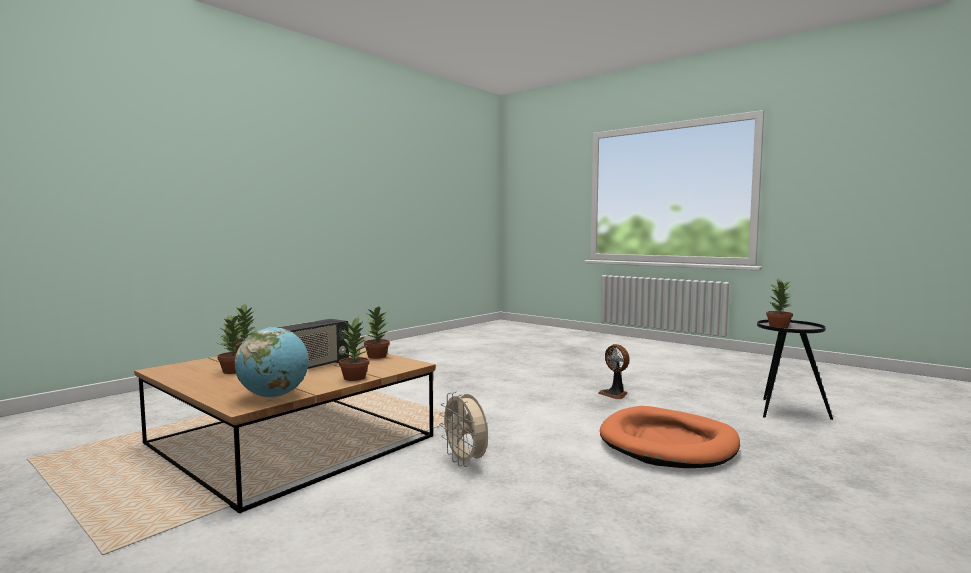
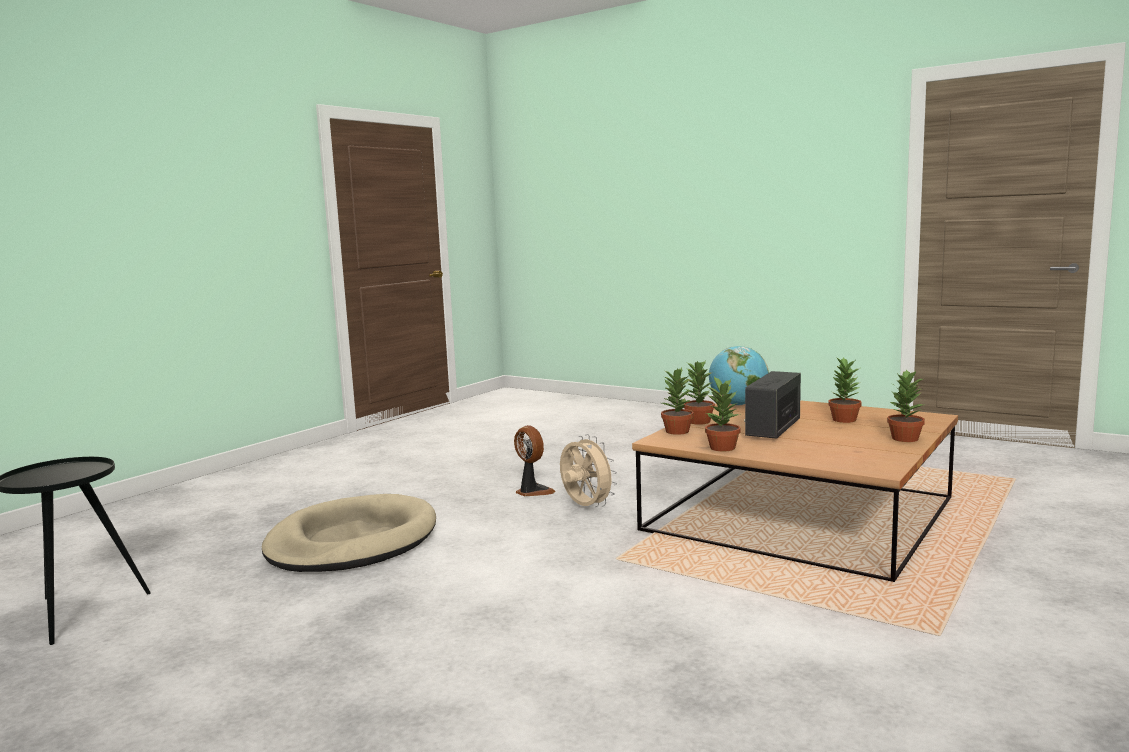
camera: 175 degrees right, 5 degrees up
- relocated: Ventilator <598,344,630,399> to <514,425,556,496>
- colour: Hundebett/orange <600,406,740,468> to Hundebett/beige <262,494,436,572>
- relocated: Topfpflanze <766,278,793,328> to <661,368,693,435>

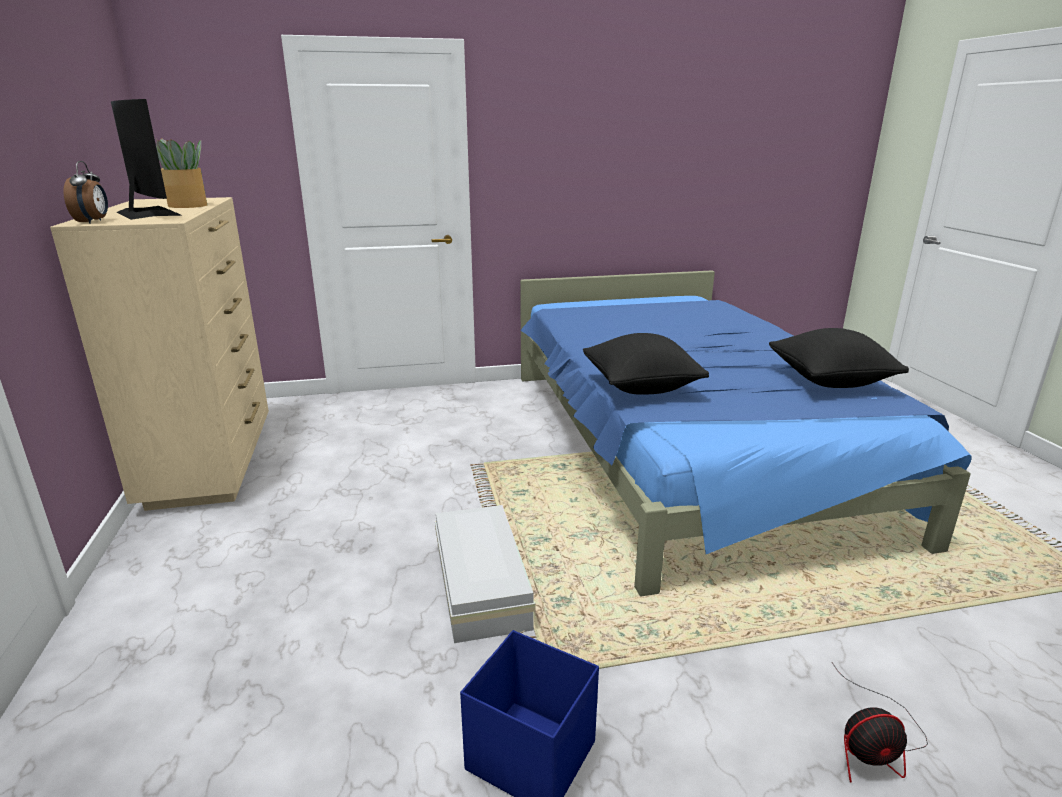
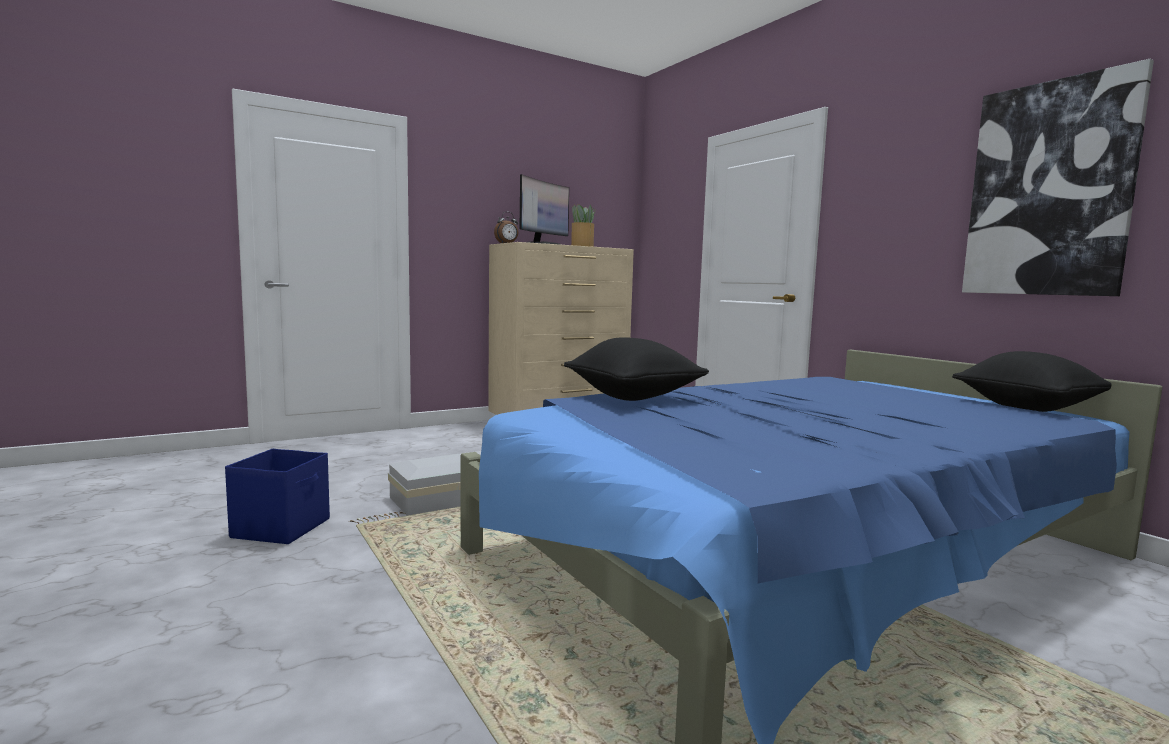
camera: 70 degrees right, 15 degrees down
- relocated: Kissen/schwarz <769,328,909,388> to <952,351,1112,412>
- missing: Ventilator <833,664,928,782>
- appeared: Bild <962,59,1154,296>

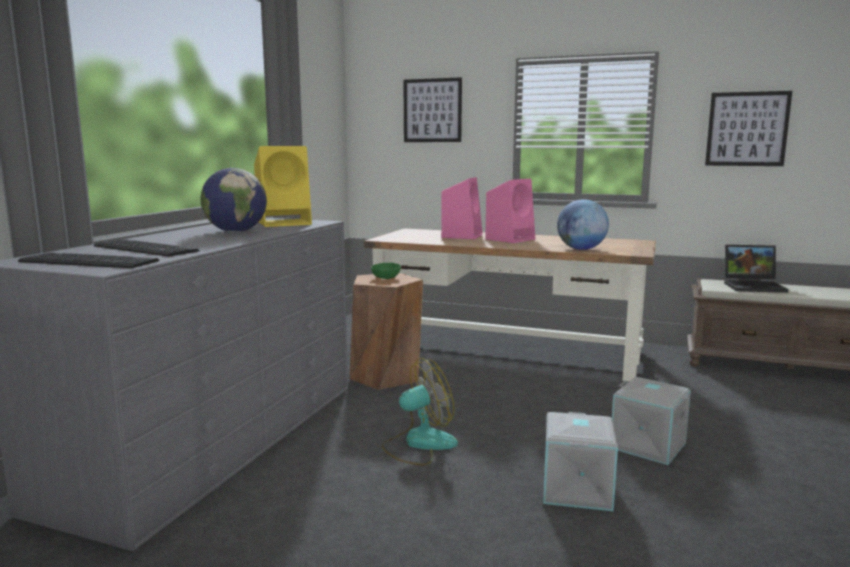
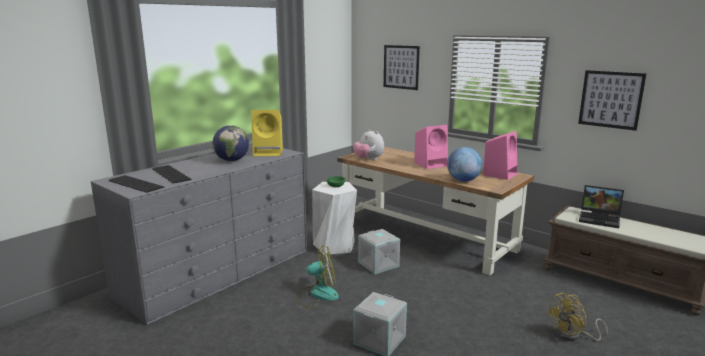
camera: 20 degrees right, 5 degrees up
- colour: Hocker/braun <350,273,423,390> to Hocker/weiß <312,182,357,255>
- relocated: Lautsprecher/rosa <441,177,483,239> to <483,131,518,180>
- relocated: Aufbewahrungsbox/grau <612,377,691,465> to <358,229,400,274>
- appeared: Plüschtier <353,129,384,160>
- appeared: Ventilator/gelb <547,293,608,341>

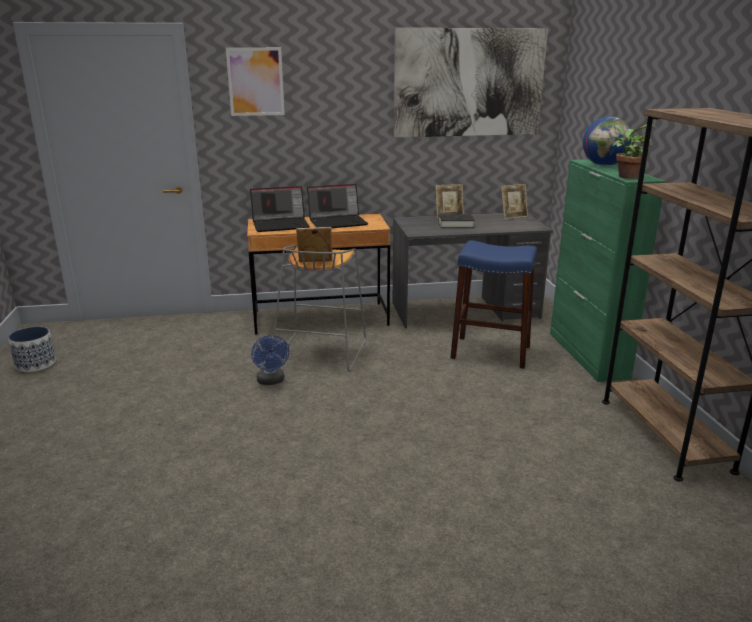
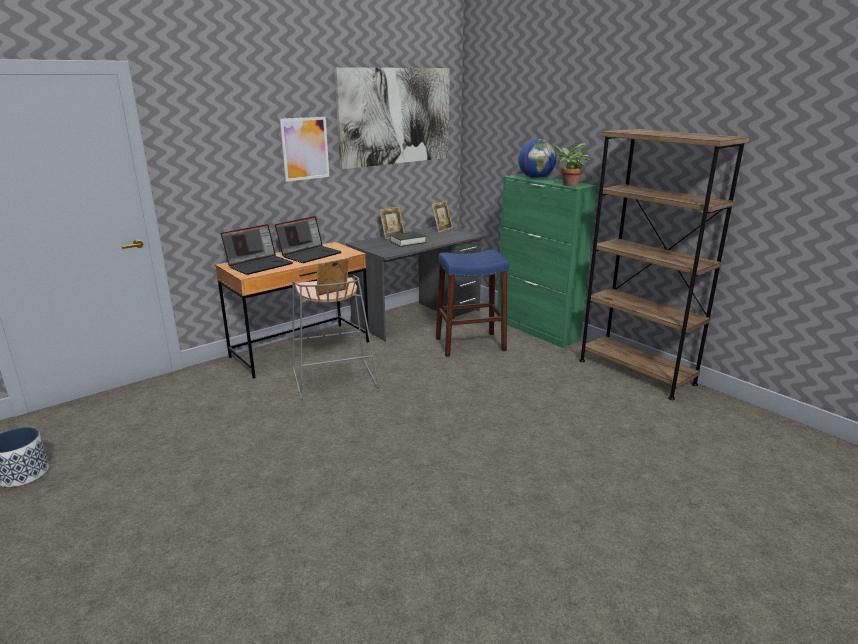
camera: 30 degrees left, 0 degrees up
- relocated: Bild <226,47,285,116> to <280,117,329,182>
- missing: Ventilator/blau <251,335,289,385>

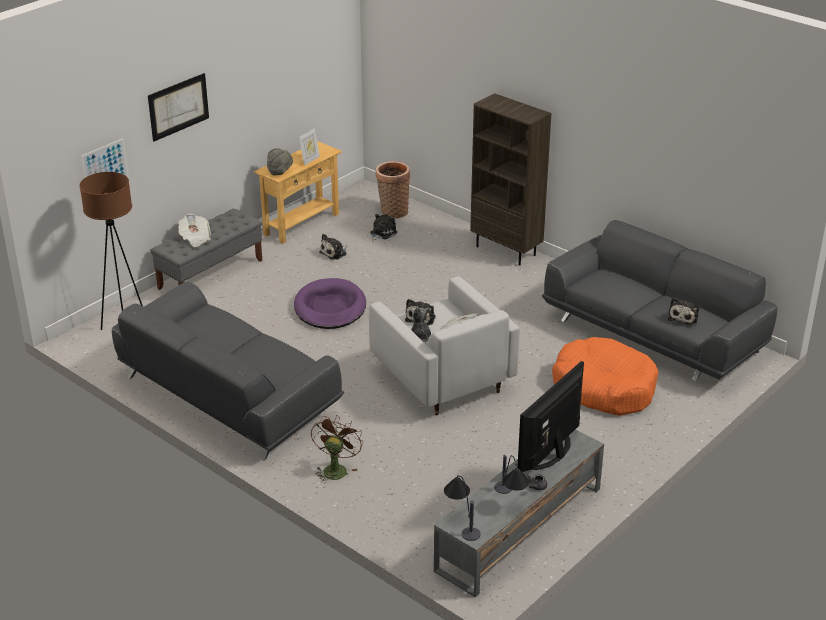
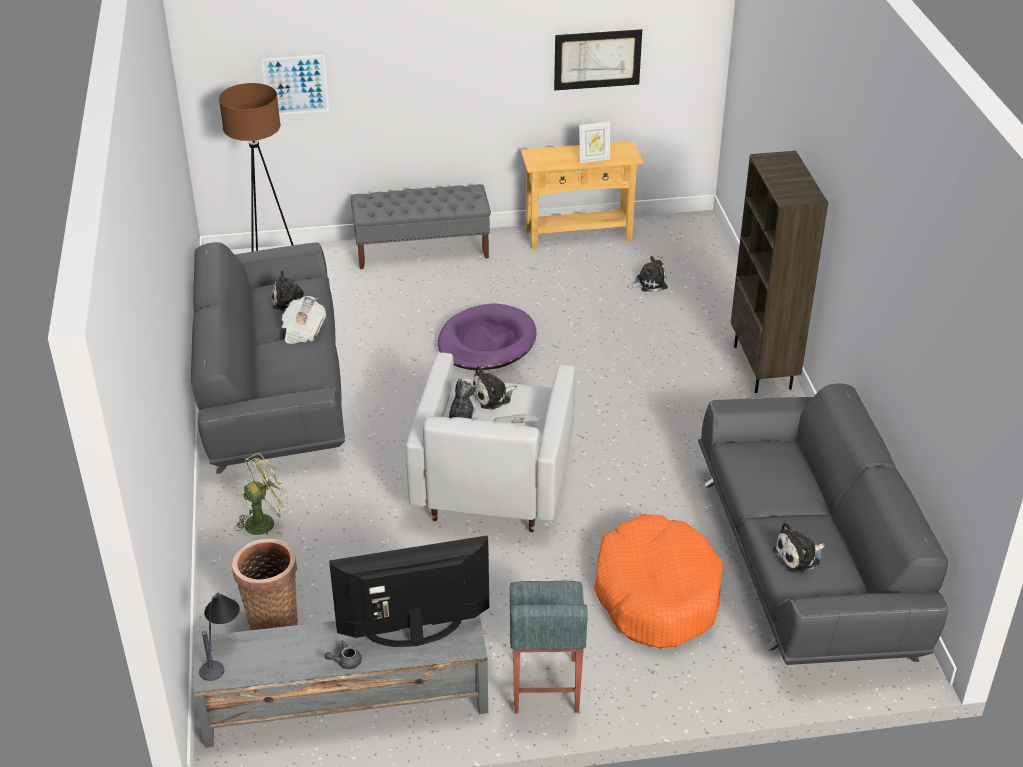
camera: 40 degrees right, 5 degrees up
- relocated: Bild <148,73,209,142> to <554,29,642,91>
- relocated: Zeitung <178,214,211,247> to <282,296,326,344>
- missing: Hut/grau <267,148,293,176>
- colour: Ventilator/braun <311,416,363,483> to Ventilator/grün <234,453,291,536>
- relocated: Plüschtier <319,234,347,260> to <272,270,318,311>
- relocated: Korb <376,161,410,218> to <232,539,298,630>
- missing: Tischlampe <495,455,529,494>
- appeared: Hocker/grau <510,581,588,713>

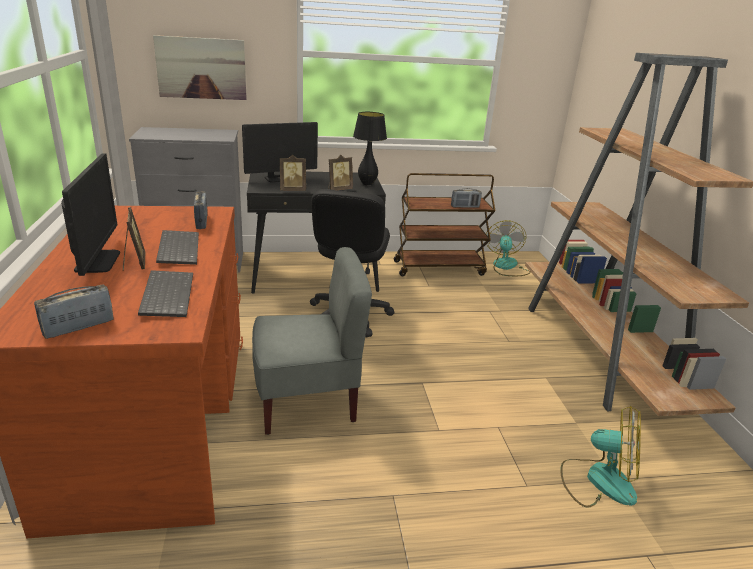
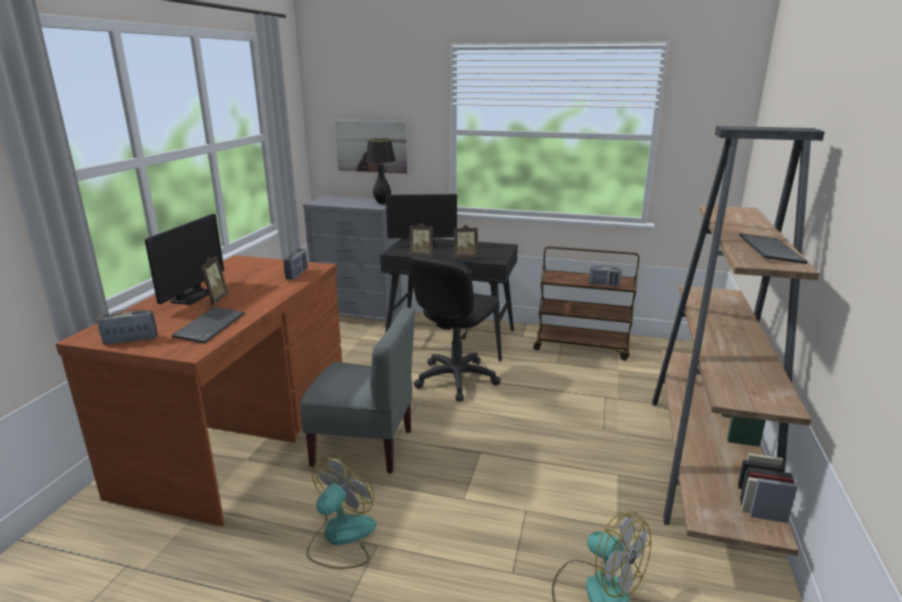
camera: 25 degrees right, 5 degrees down
- relocated: Tastatur <156,230,199,265> to <739,233,808,264>
- relocated: Tischlampe/schwarz <353,112,387,185> to <366,139,396,204>
- relocated: Ventilator <485,220,531,276> to <307,455,376,569>

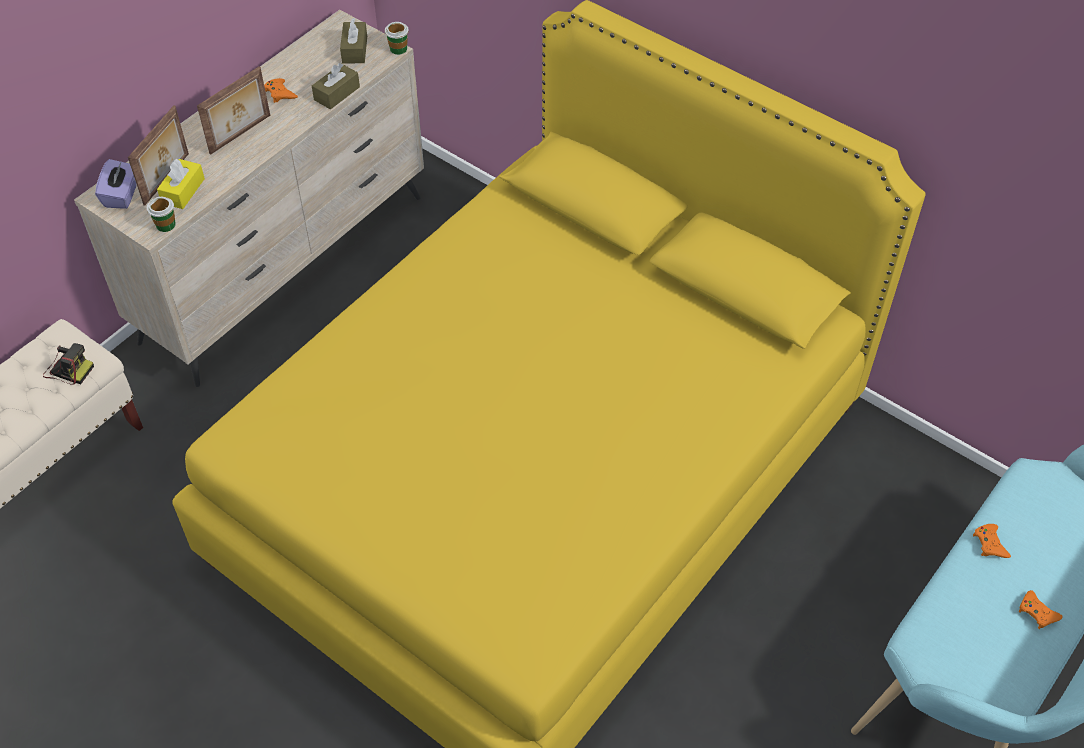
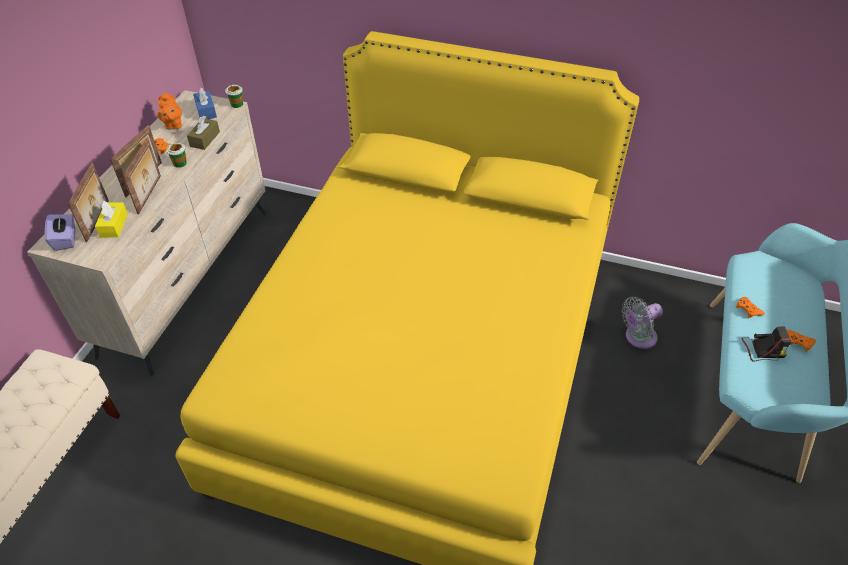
camera: 20 degrees left, 5 degrees down
- relocated: Kamera <43,343,94,385> to <742,326,791,362>
- relocated: Tasse <147,197,176,232> to <166,143,187,168>
- colour: Taschentuchbox/braun <340,18,367,63> to Taschentuchbox/blau <193,88,217,119>
- appeared: Bilderrahmen <123,138,161,214>
- appeared: Teekanne/orange <157,92,182,130>
- appeared: Ventilator/grau <622,297,663,349>

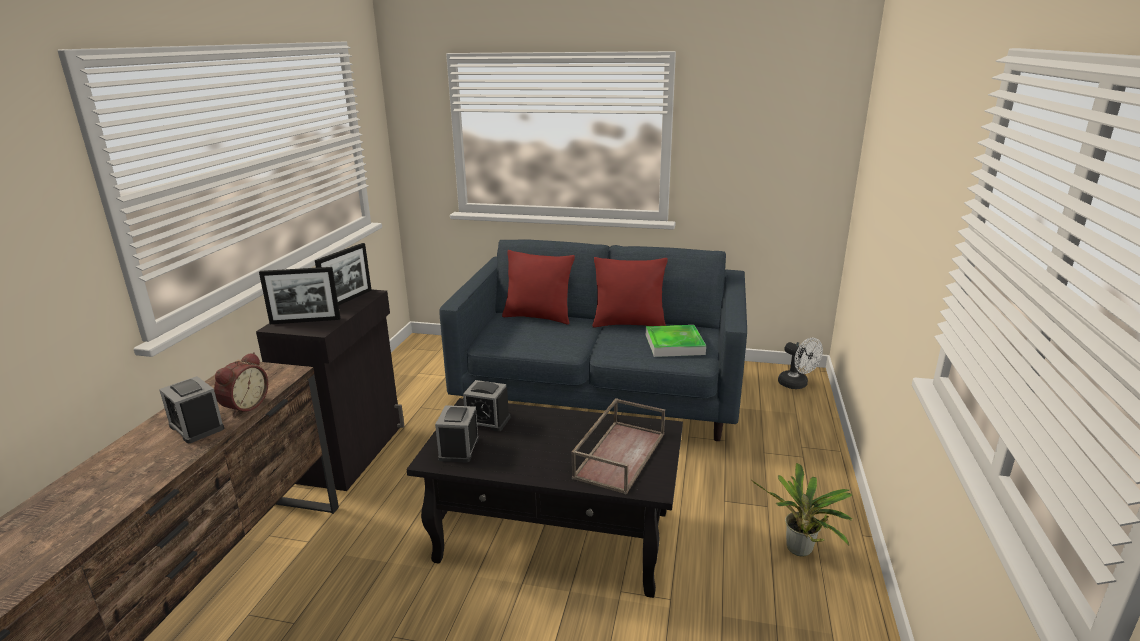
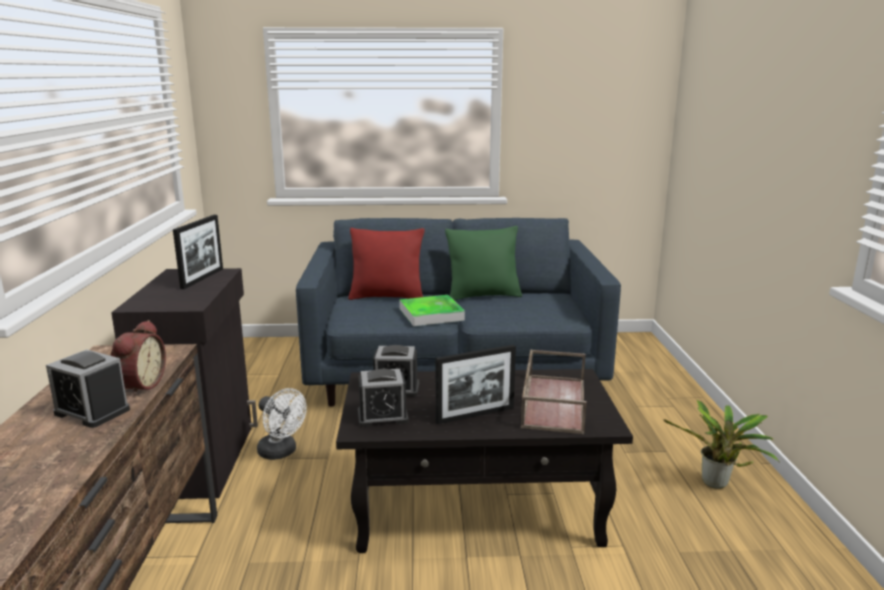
camera: 15 degrees left, 5 degrees down
- relocated: Bilderrahmen <259,267,340,324> to <436,345,516,424>
- spun: Wecker <435,405,479,463> = <358,369,409,427> 90 degrees counterclockwise
- colour: Kissen/rot <592,257,668,327> to Kissen/grün <445,226,522,300>
- relocated: Tablett <646,325,706,357> to <399,295,465,326>
- relocated: Ventilator/weiß <778,338,823,389> to <257,388,307,460>

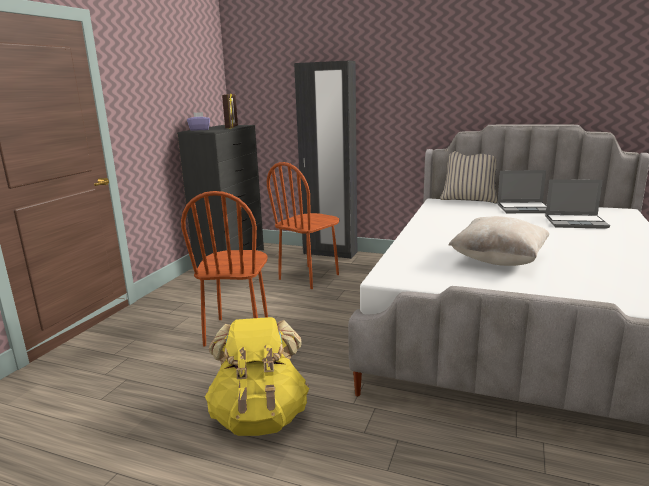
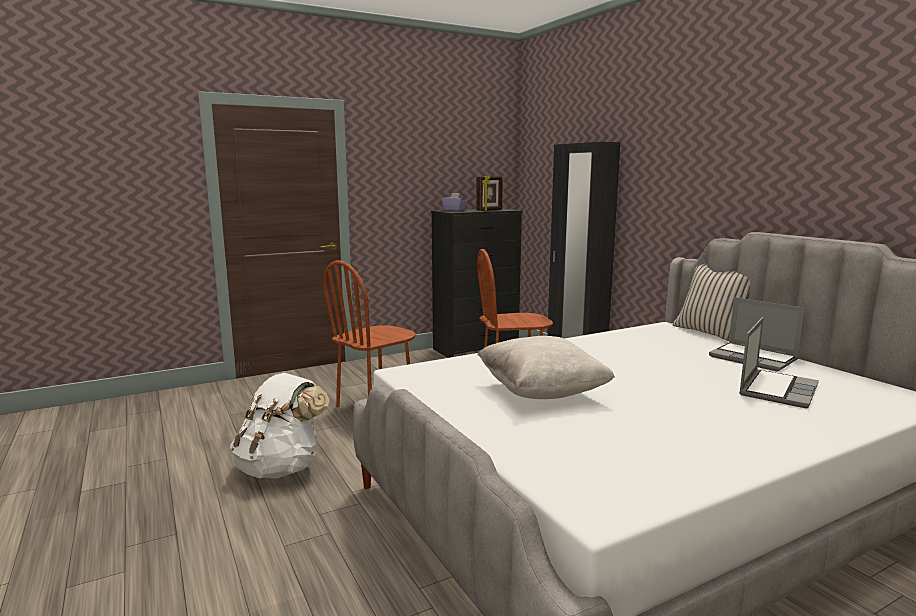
camera: 40 degrees right, 5 degrees down
- colour: Rucksack/gelb <205,317,309,436> to Rucksack/weiß <230,373,329,478>
- spun: Laptop <545,179,610,229> = <739,317,819,409> 105 degrees counterclockwise

